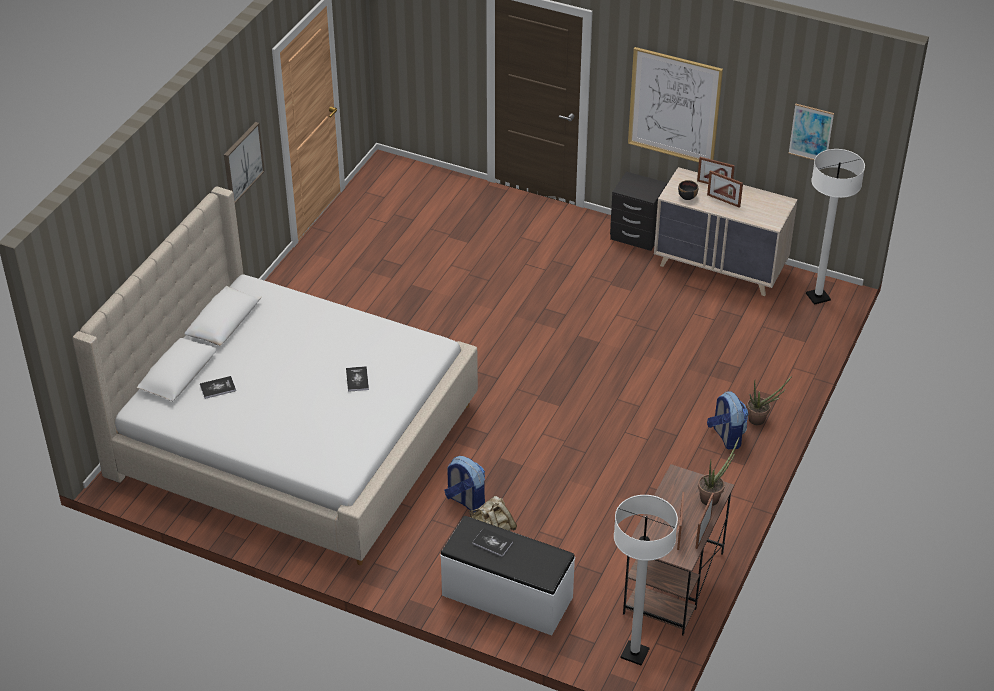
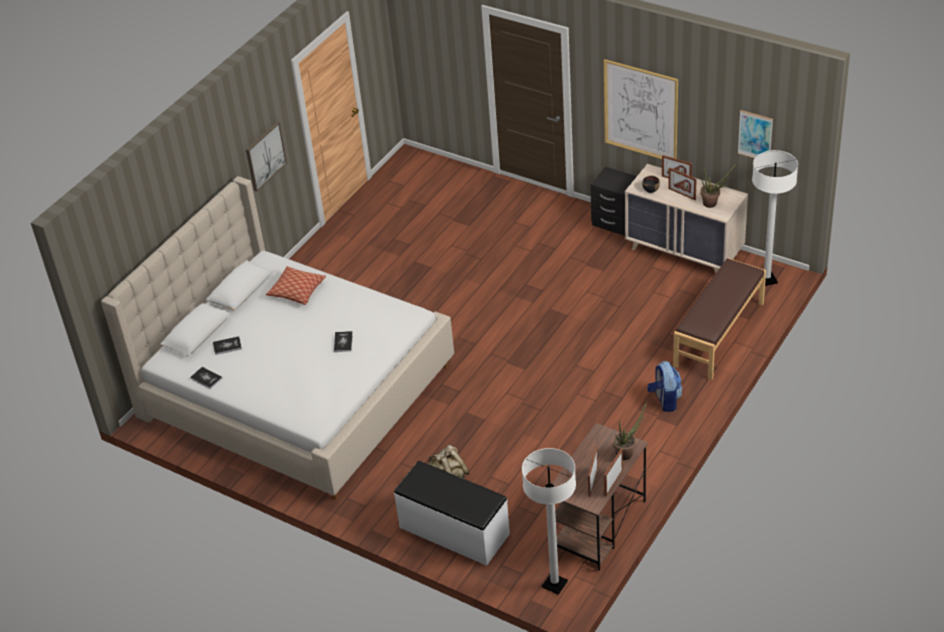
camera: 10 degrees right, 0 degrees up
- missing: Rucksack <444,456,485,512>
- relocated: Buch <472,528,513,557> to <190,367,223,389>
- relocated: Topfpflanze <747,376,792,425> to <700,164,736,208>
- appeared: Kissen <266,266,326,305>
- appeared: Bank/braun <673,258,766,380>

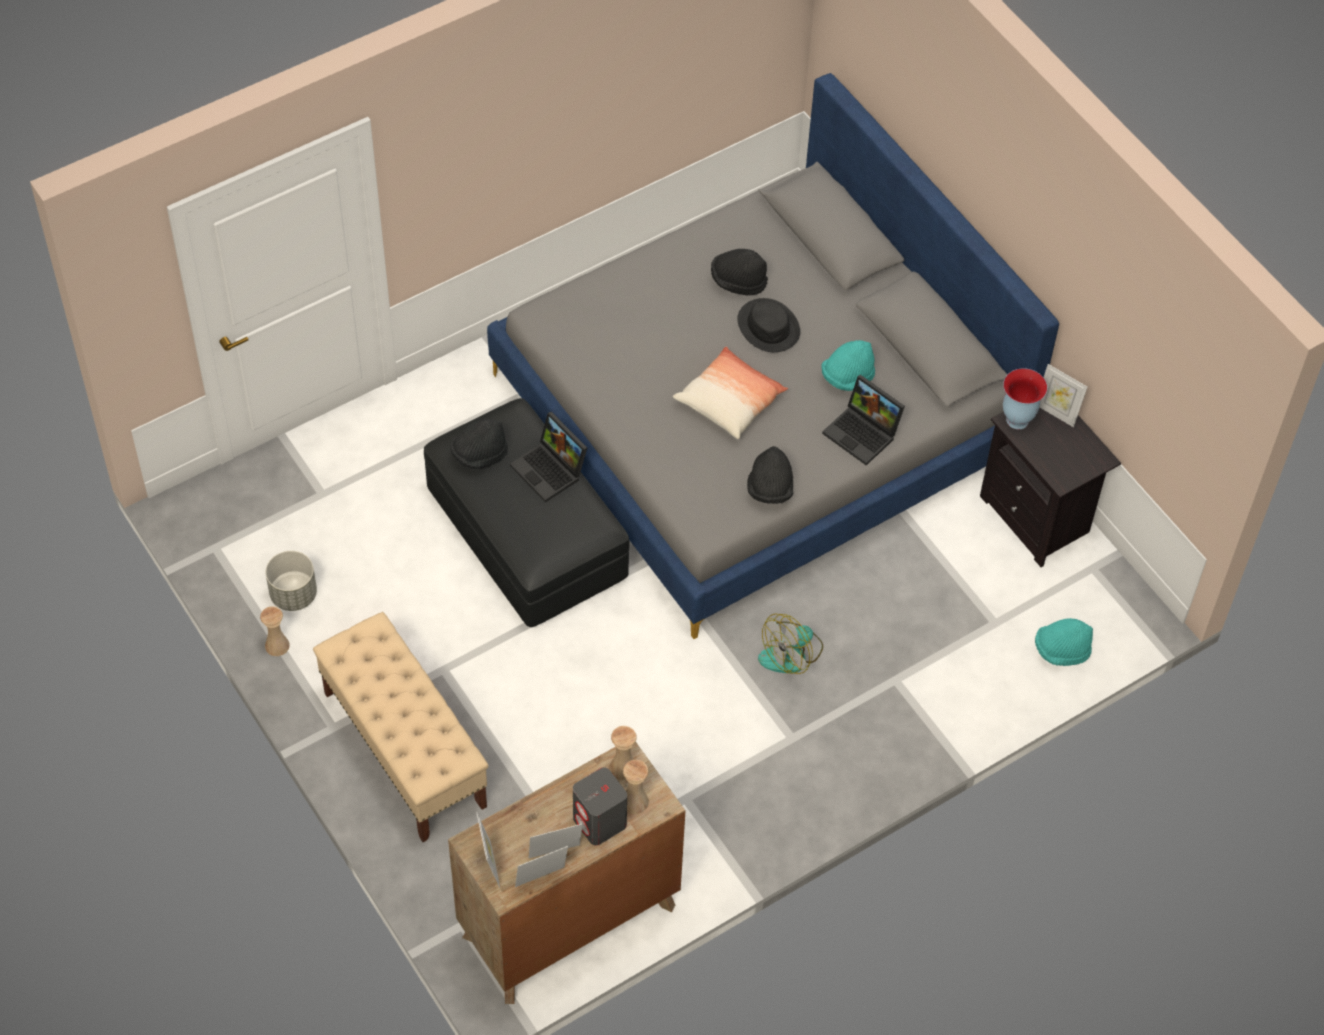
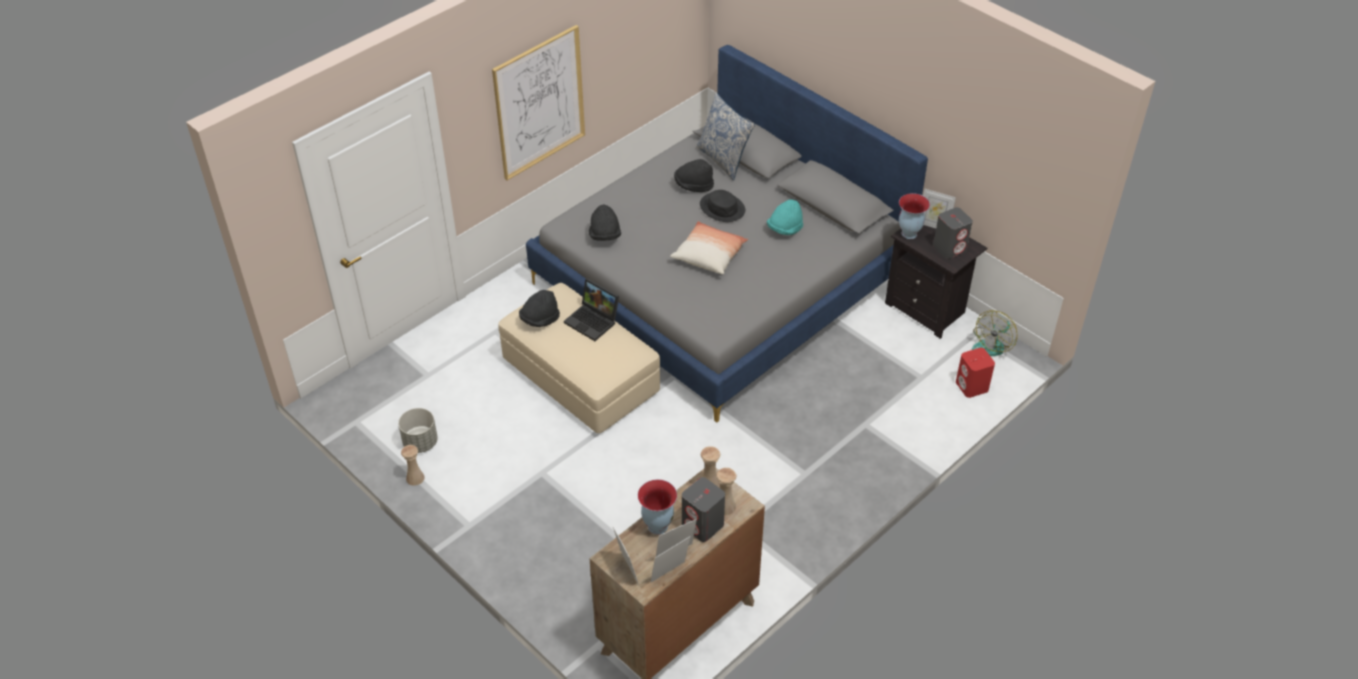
camera: 10 degrees left, 10 degrees down
- missing: Bank/beige <313,612,489,842>
- colour: Polsterhocker/schwarz <424,398,630,627> to Polsterhocker/beige <498,283,660,433>
- relocated: Hut/schwarz <747,446,793,504> to <589,204,621,241>
- relocated: Ventilator <758,614,823,674> to <972,310,1017,356>
- missing: Laptop <822,375,905,465>
- exchanged: Hut/türkis <1035,618,1093,666> to Lautsprecher/rot <956,348,995,398>
- appeared: Bild <492,25,585,180>
- appeared: Vase <638,479,677,535>
- appeared: Kissen <696,92,755,181>
- appeared: Lautsprecher/grau <933,207,973,259>

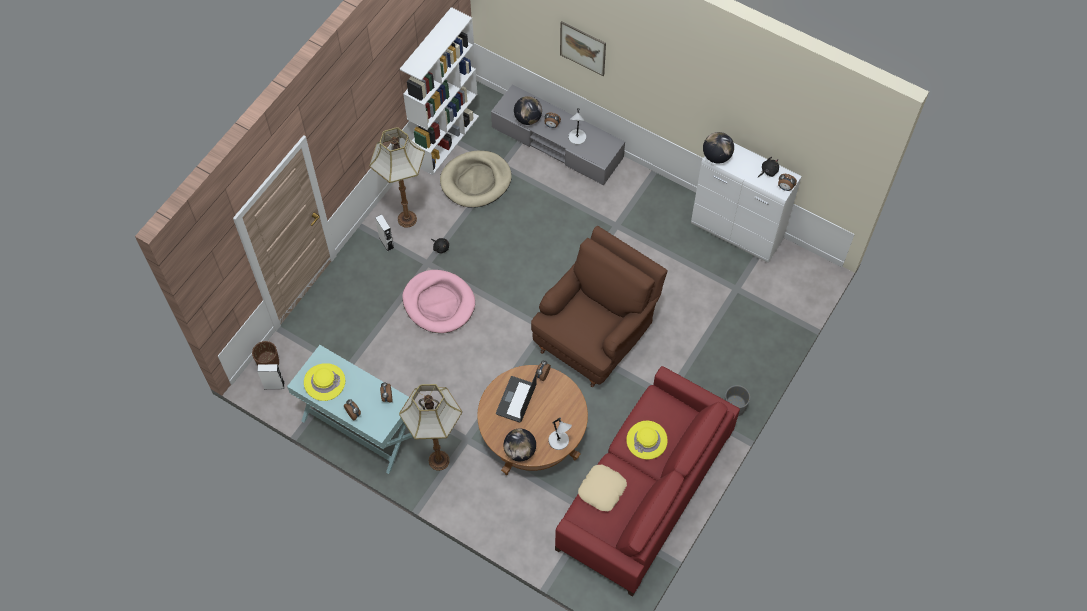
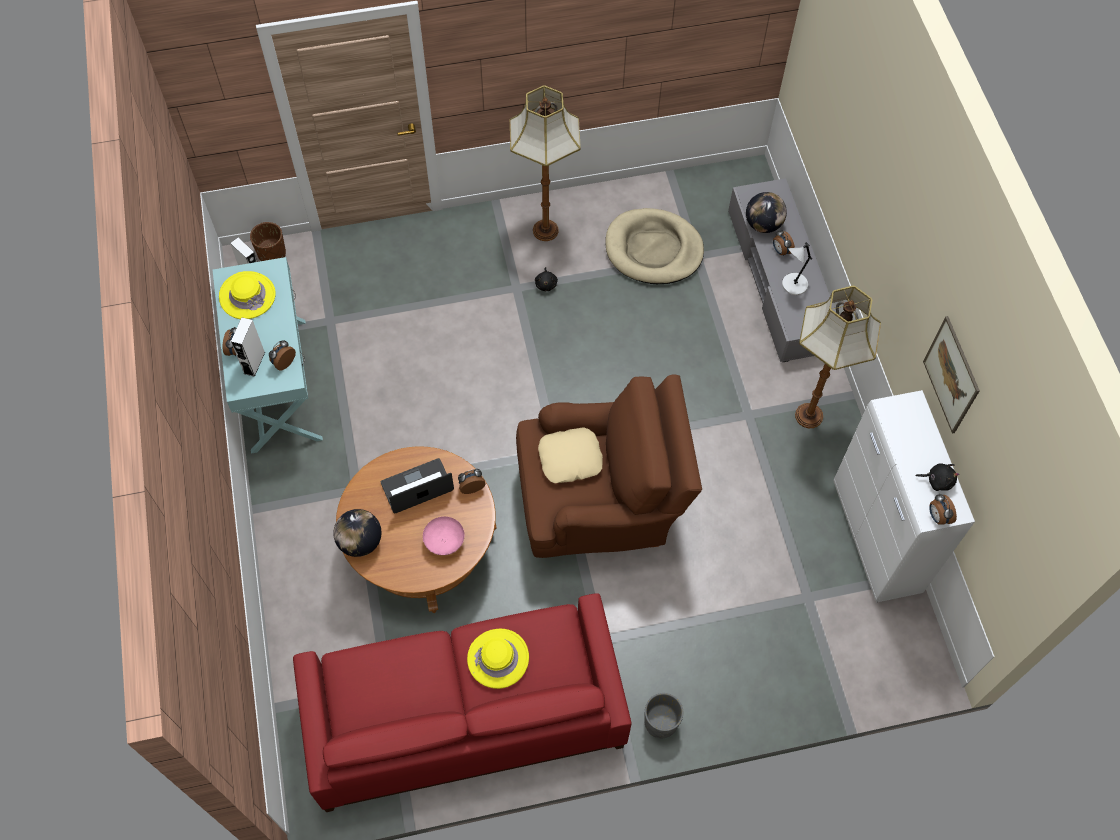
camera: 45 degrees right, 0 degrees up
- relocated: Lautsprecher/weiß <375,214,394,251> to <231,317,265,377>
- relocated: Stehlampe <399,384,462,471> to <795,286,881,428>
- missing: Bücherregal/weiß <400,7,479,175>
- missing: Hundebett/rosa <402,270,475,333>
- missing: Tischlampe/grau <548,418,572,450>
- relocated: Bild <560,21,606,76> to <923,316,980,433>
- relocated: Kissen/beige <578,465,627,511> to <538,427,603,483>
- missing: Globus <703,132,734,163>
- appeared: Schüssel/rosa <423,516,464,555>

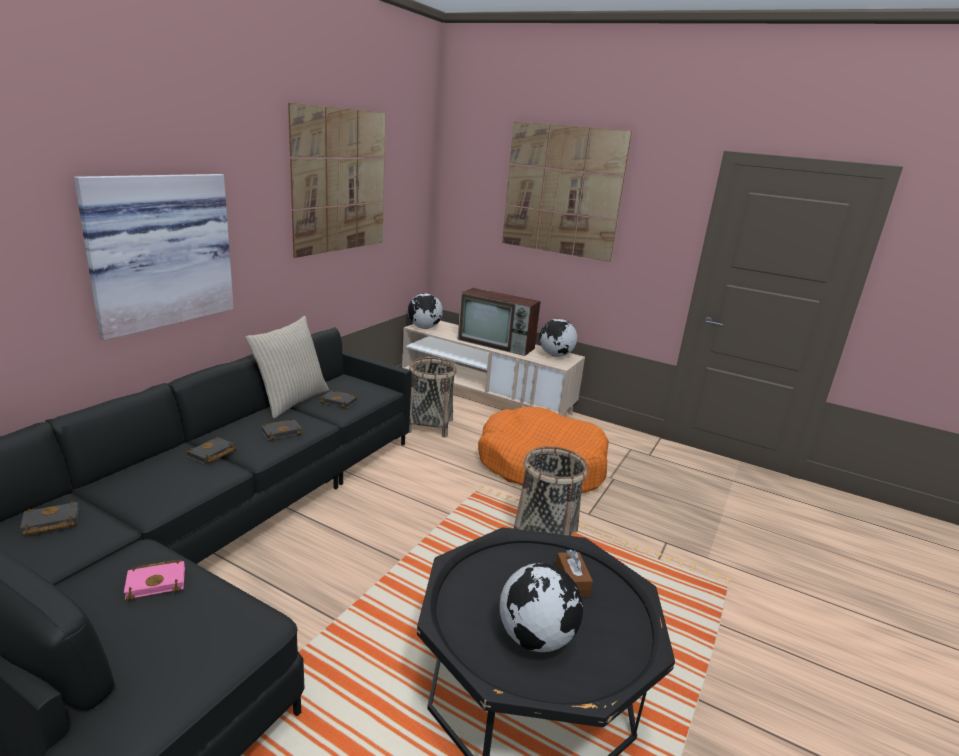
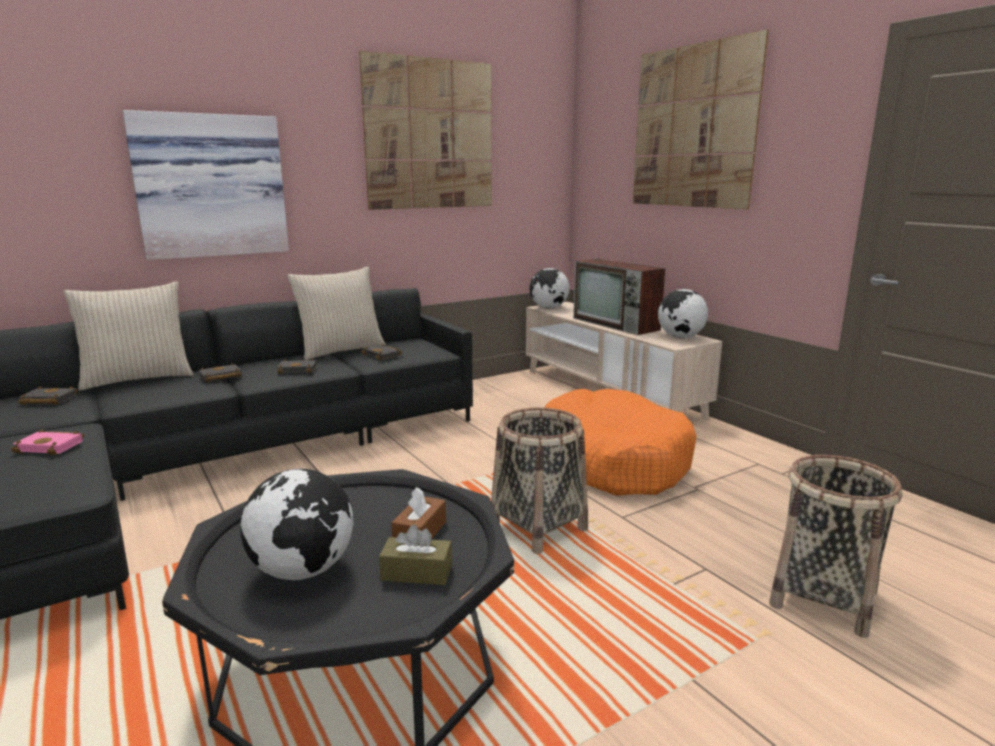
camera: 30 degrees right, 5 degrees down
- relocated: Korb <409,357,457,437> to <769,455,903,638>
- appeared: Kissen/beige <64,282,194,391>
- appeared: Taschentuchbox/braun <379,525,452,585>

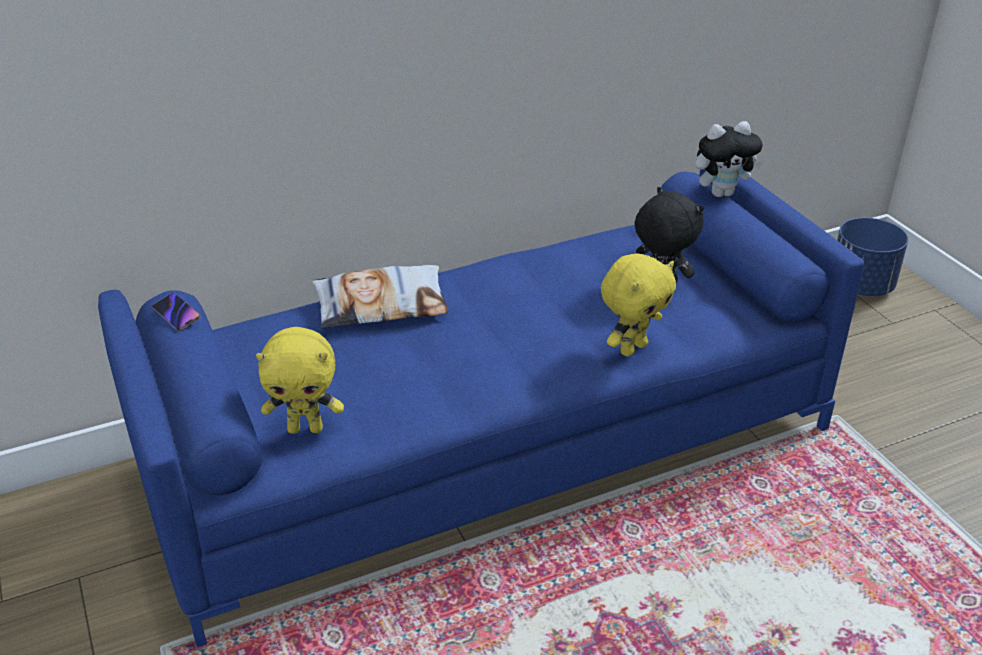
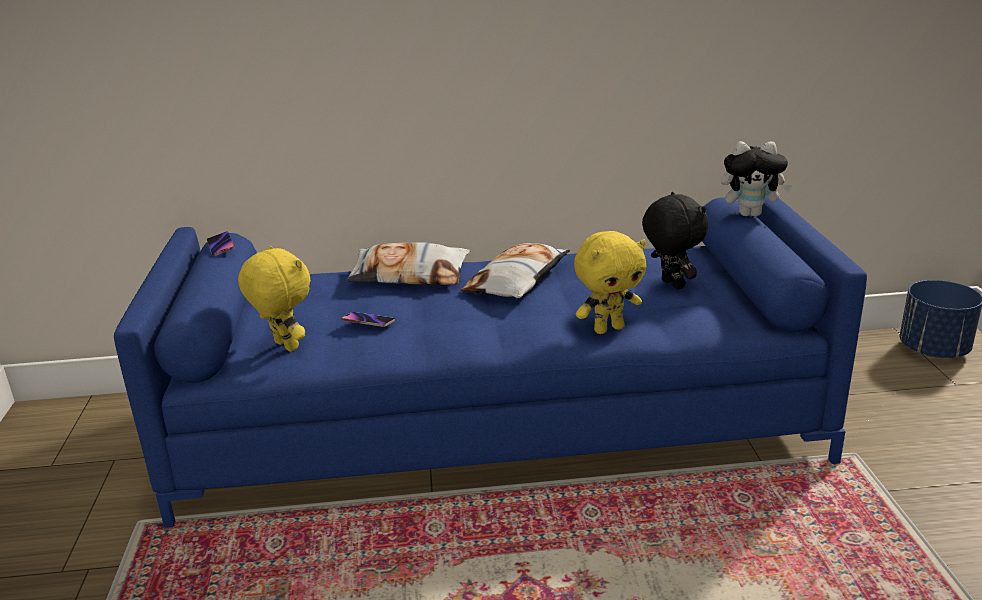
camera: 20 degrees right, 10 degrees down
- spun: Plüschtier/gelb <256,327,344,434> = <238,245,310,352> 150 degrees counterclockwise
- appeared: Handy <342,312,395,327>
- appeared: Kissen <460,243,570,298>

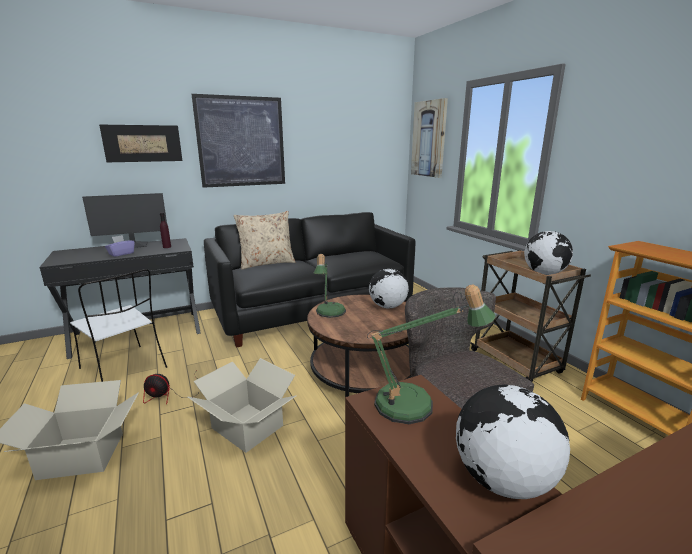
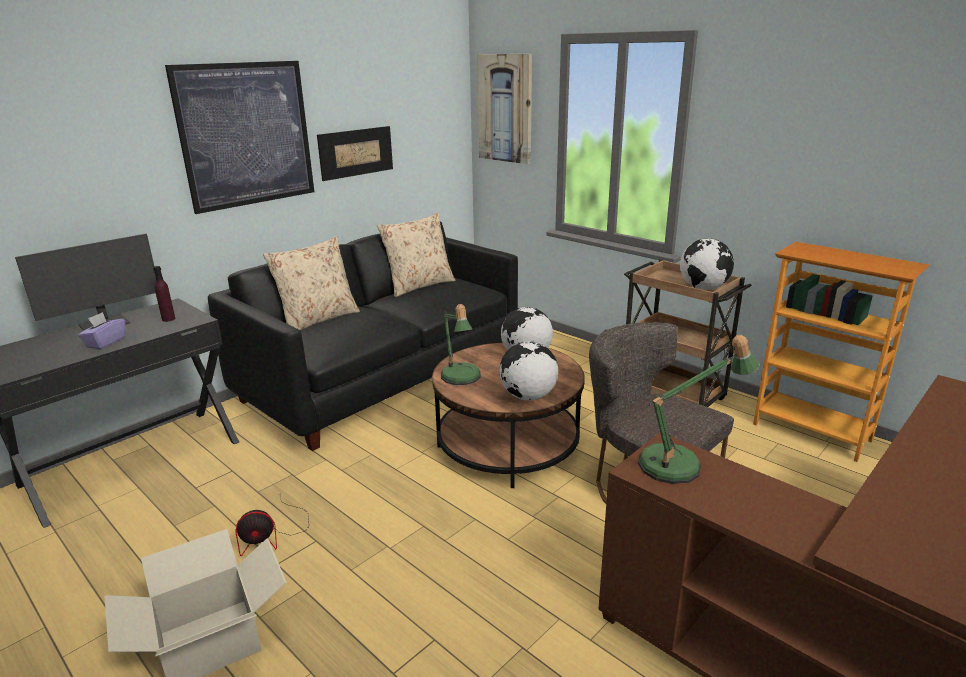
camera: 20 degrees left, 5 degrees up
- missing: Stuhl/weiß <70,269,167,382>
- relocated: Bild <99,125,182,162> to <317,126,393,181>
- missing: Karton <188,358,296,453>
- relocated: Globus <456,385,570,499> to <499,341,558,401>
- appeared: Kissen/beige <377,213,455,297>

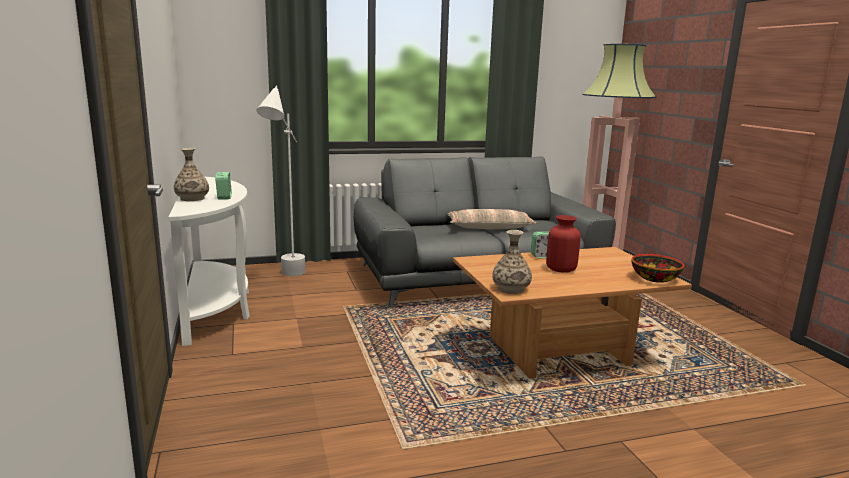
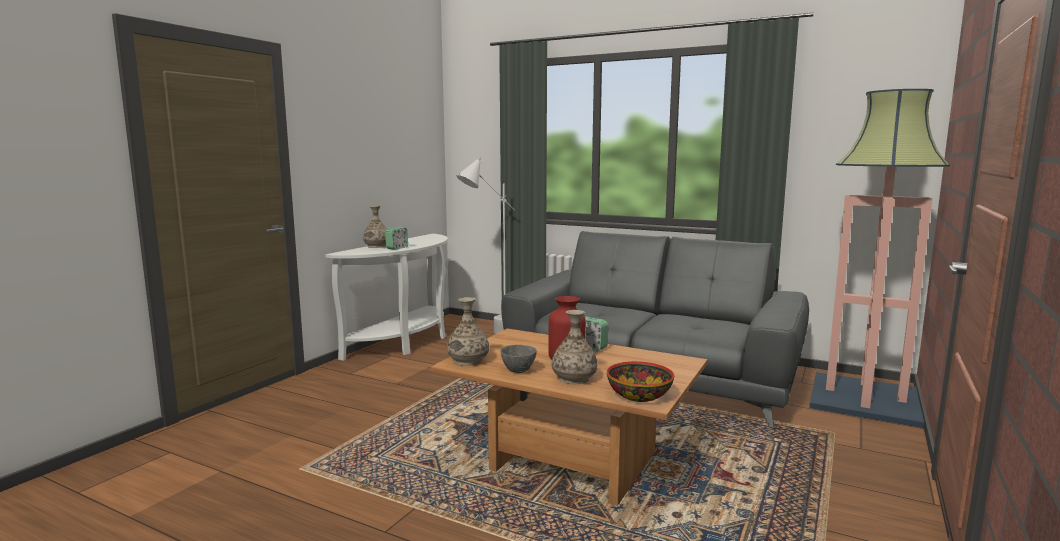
camera: 45 degrees right, 5 degrees down
- missing: Kissen <447,209,537,229>
- appeared: Schüssel/grau <500,345,537,373>
- appeared: Vase <552,310,597,385>

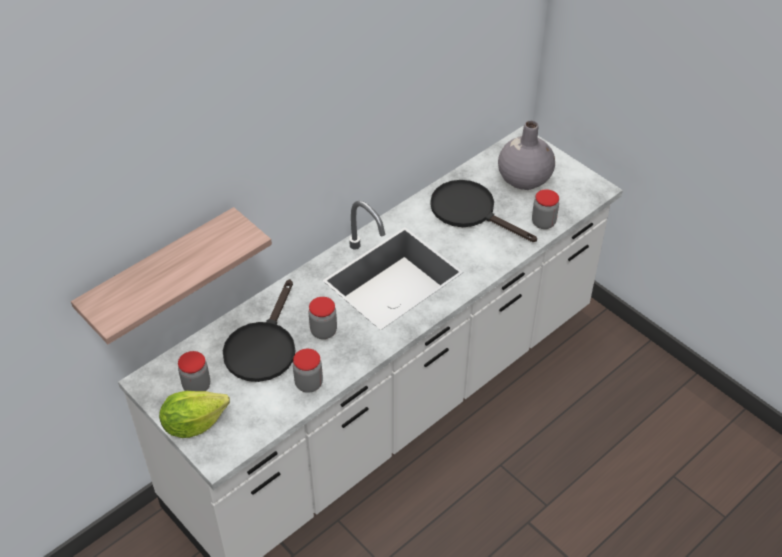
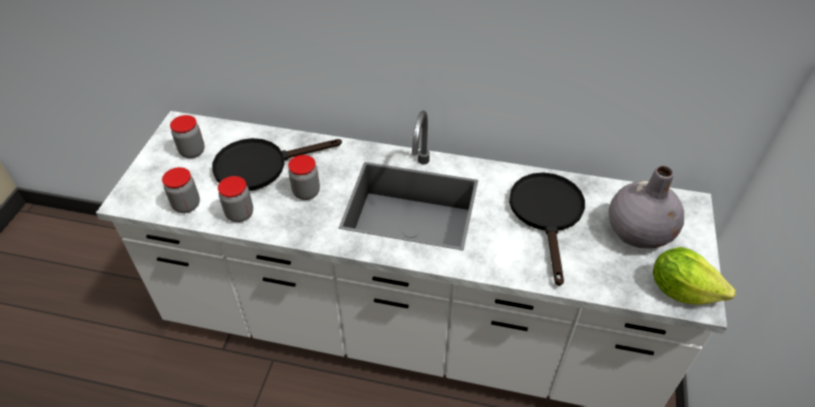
camera: 55 degrees right, 0 degrees up
- missing: Wandregal <71,207,272,344>
- relocated: Salatkopf <159,391,230,438> to <653,247,736,305>
- relocated: Vorratsglas <532,189,559,229> to <162,167,200,213>

